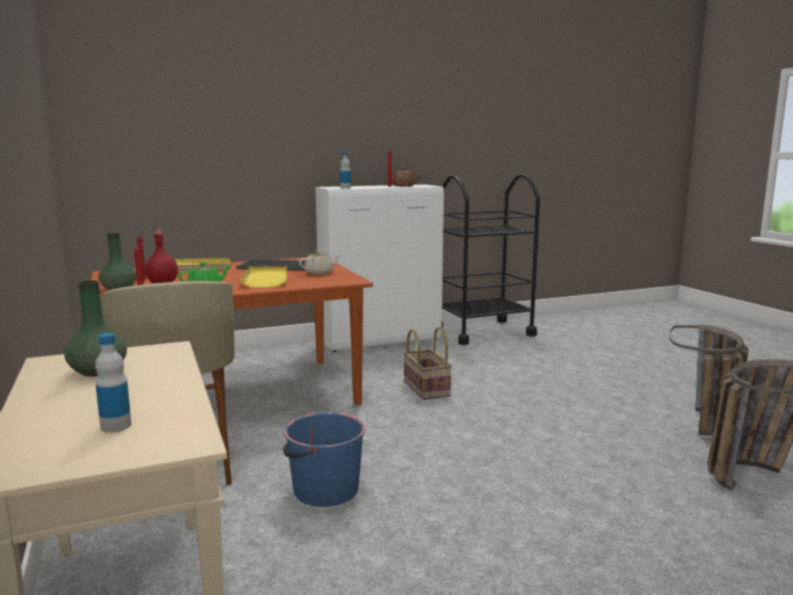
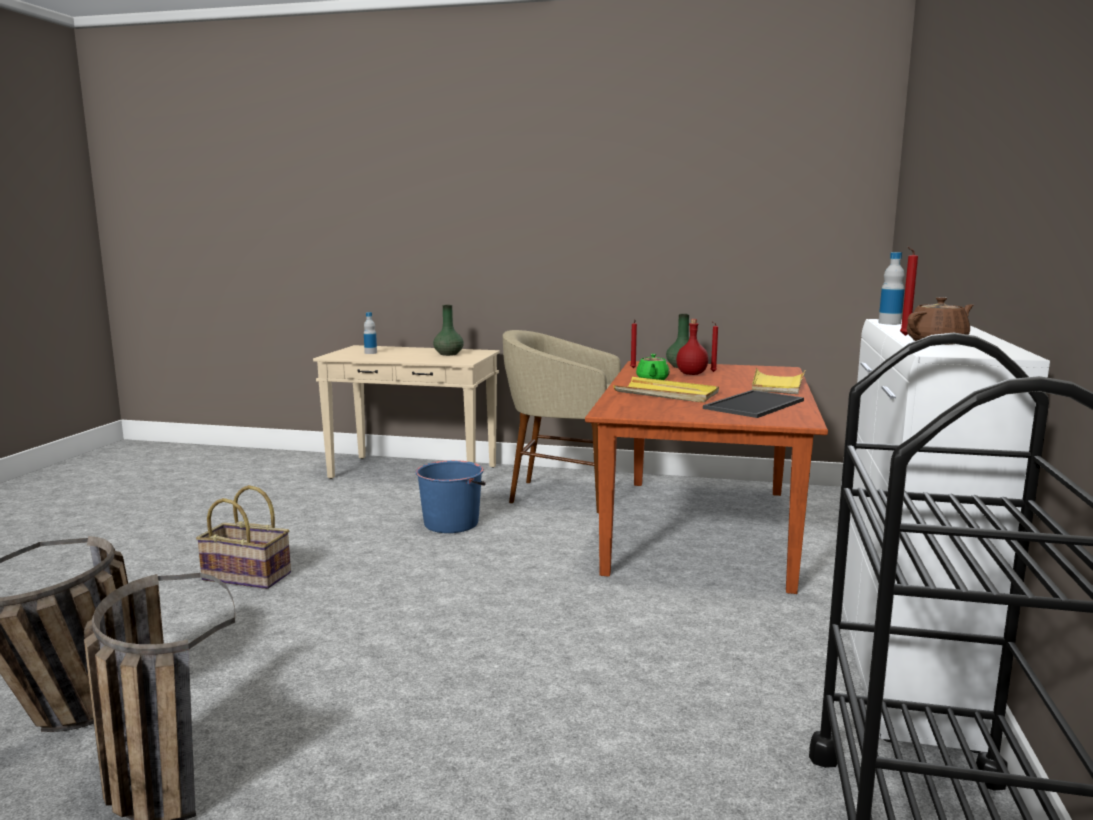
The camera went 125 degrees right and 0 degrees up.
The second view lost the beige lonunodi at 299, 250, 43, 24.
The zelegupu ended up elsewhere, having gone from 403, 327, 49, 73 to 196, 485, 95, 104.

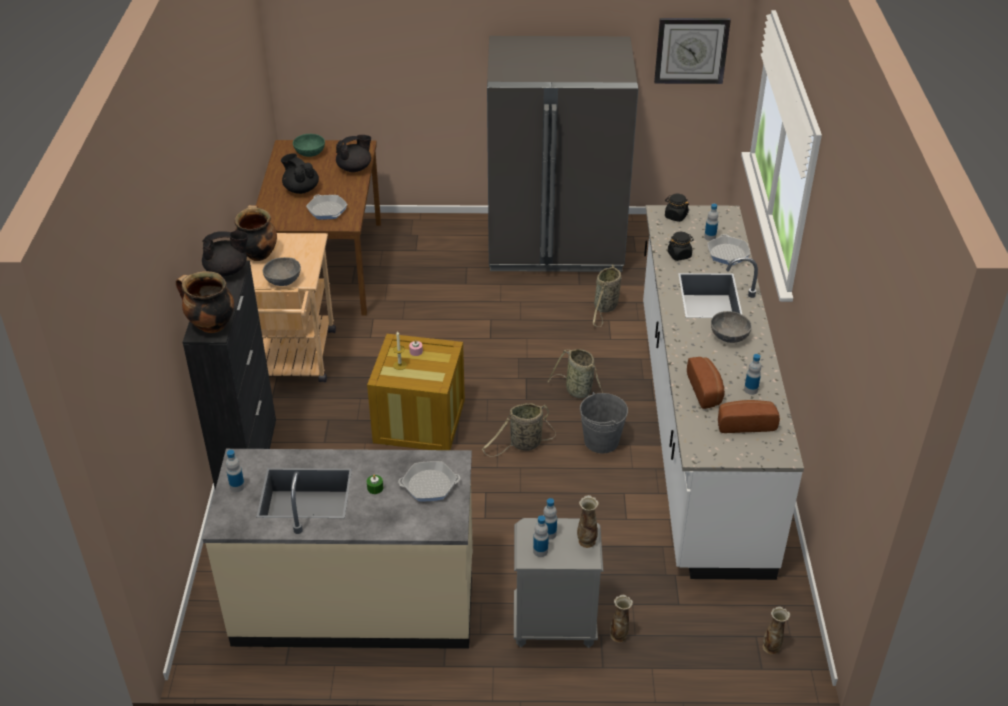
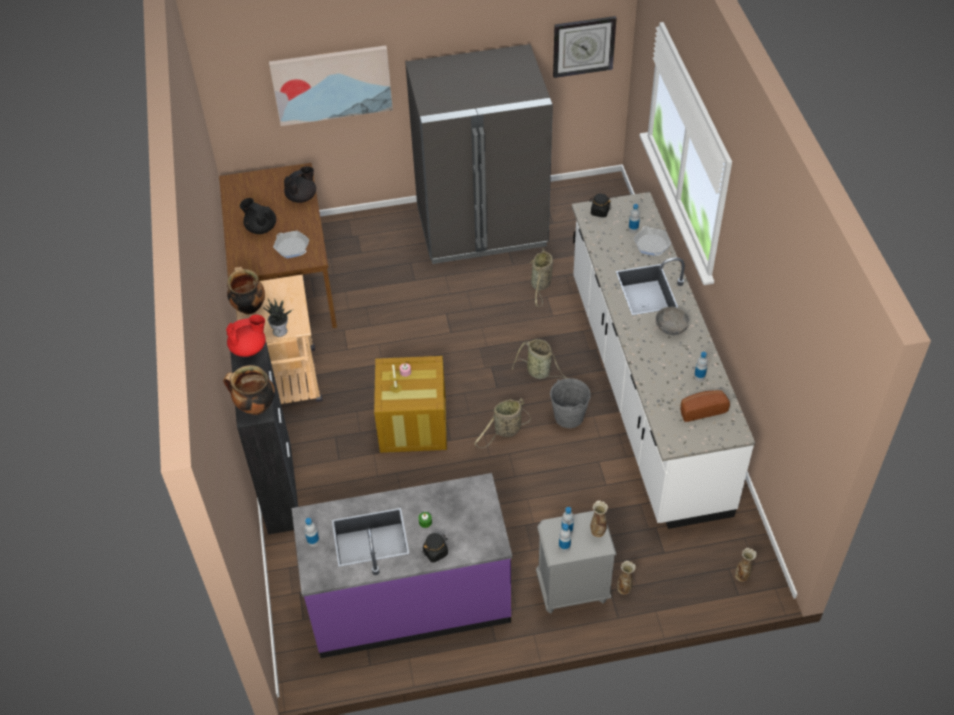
The camera went 10 degrees left and 10 degrees up.
What was the black lonunodi at 202, 231, 46, 45 turned into the red lonunodi at 226, 315, 40, 42.
What was the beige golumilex at 203, 449, 270, 200 turned into the purple golumilex at 292, 473, 220, 185.
Where the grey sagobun stood at 263, 257, 38, 29, the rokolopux came to stand at 263, 299, 31, 38.
The second view lost the green sagobun at 293, 134, 32, 23.
The second view lost the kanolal at 398, 461, 62, 40.
The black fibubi ended up elsewhere, having gone from 668, 232, 26, 29 to 423, 533, 25, 30.
The second view lost the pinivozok at 687, 357, 38, 52.
The second view gained the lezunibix at 269, 45, 124, 81.

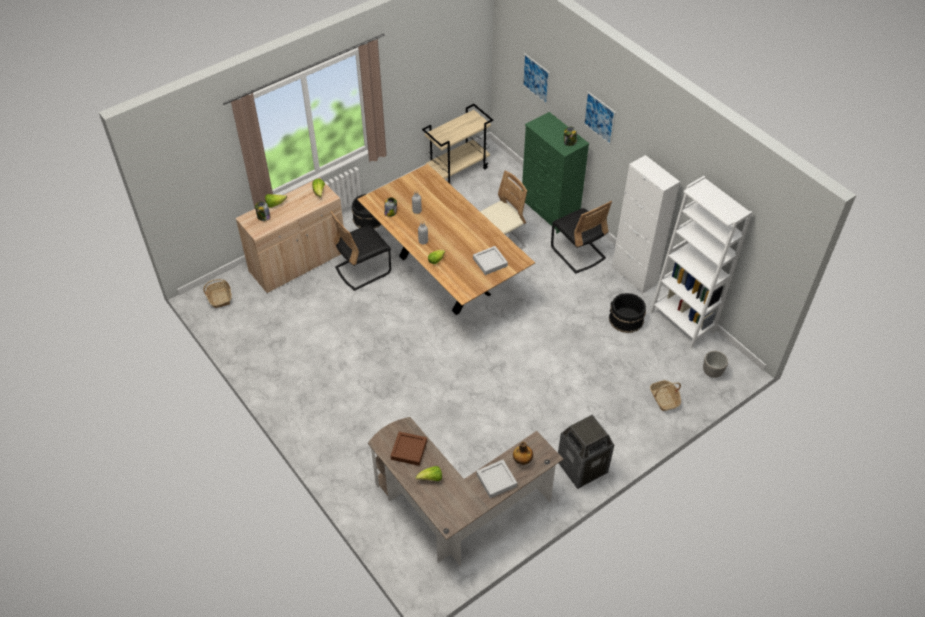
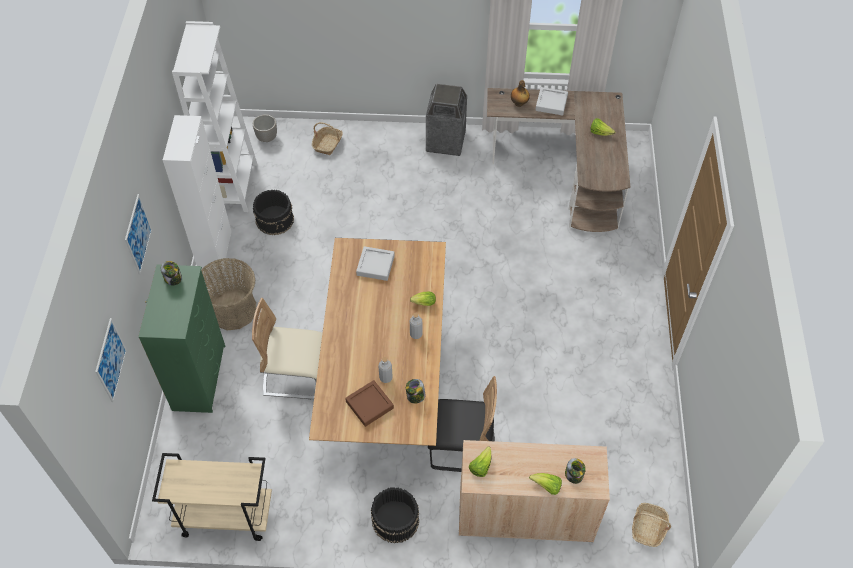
The camera went 140 degrees left and 5 degrees up.
The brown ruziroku ended up elsewhere, having gone from 391, 432, 36, 34 to 345, 380, 49, 47.
Where the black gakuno stood at 551, 201, 61, 72, the zelegupu came to stand at 201, 258, 55, 72.

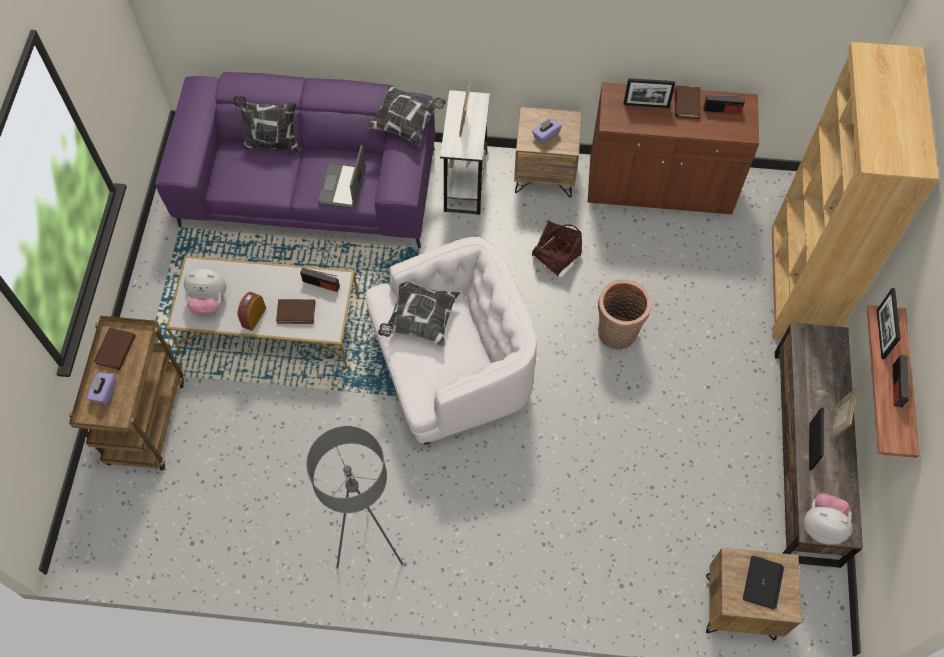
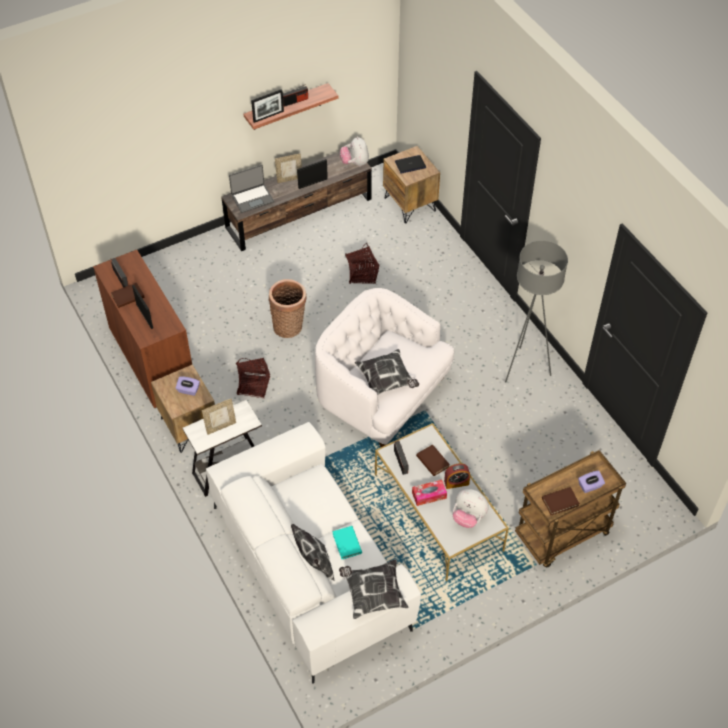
The camera went 125 degrees left and 10 degrees down.
What was the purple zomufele at 155, 72, 280, 176 turned into the white zomufele at 206, 422, 215, 262.
The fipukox at 184, 269, 42, 46 ended up facing another way, 150 degrees clockwise from before.
The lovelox ended up elsewhere, having gone from 317, 145, 49, 64 to 229, 165, 45, 48.
The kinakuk ended up elsewhere, having gone from 365, 84, 81, 62 to 339, 559, 70, 60.
The second view lost the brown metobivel at 772, 42, 167, 297.
The second view gained the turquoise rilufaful at 332, 526, 30, 33.
The second view gained the zelegupu at 345, 243, 34, 41.
The second view gained the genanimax at 412, 480, 35, 26.

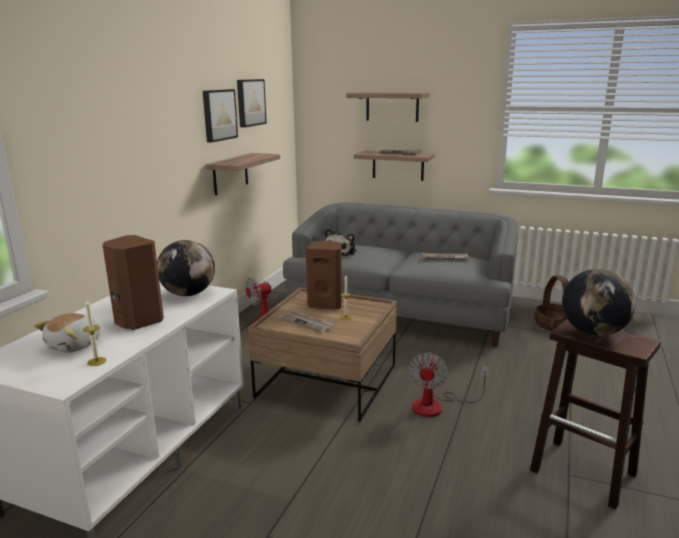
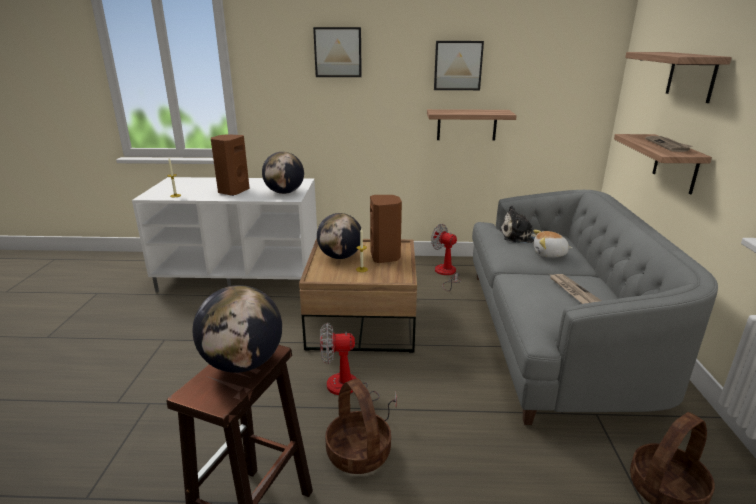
The camera went 70 degrees right and 5 degrees up.
The fipukox ended up elsewhere, having gone from 34, 313, 66, 40 to 533, 230, 39, 27.
The lezunibix ended up elsewhere, having gone from 237, 79, 30, 48 to 313, 27, 49, 50.
Where the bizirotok stood at 279, 311, 57, 22, the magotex came to stand at 317, 213, 44, 46.
The second view gained the zelegupu at 325, 378, 66, 96.

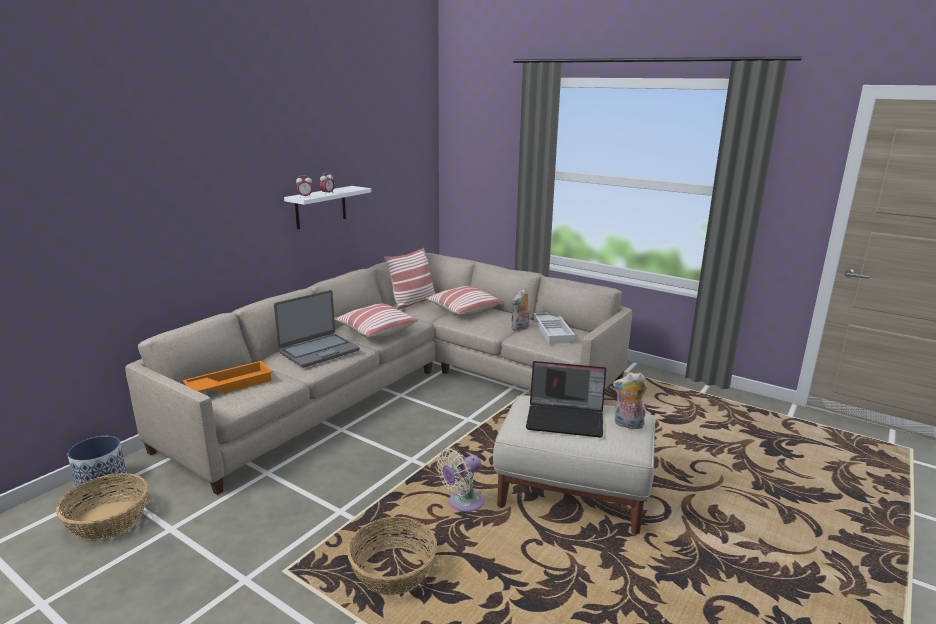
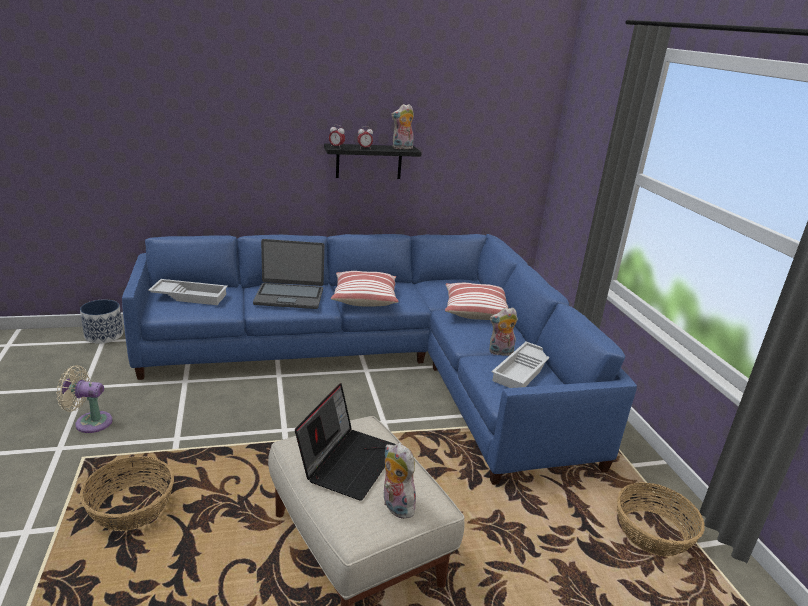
The camera went 40 degrees right and 5 degrees up.
The zelegupu ended up elsewhere, having gone from 56, 473, 92, 68 to 617, 483, 88, 74.
What was the beige zomufele at 125, 253, 507, 242 turned into the blue zomufele at 122, 234, 515, 251.
What was the orange ruziroku at 183, 361, 90, 33 turned into the white ruziroku at 148, 279, 80, 26.
What was the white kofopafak at 284, 186, 87, 43 turned into the black kofopafak at 324, 143, 98, 36.
The second view lost the kinakuk at 384, 248, 52, 62.
The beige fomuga ended up elsewhere, having gone from 437, 448, 47, 64 to 56, 365, 57, 68.
The lovelox at 526, 361, 80, 76 ended up facing another way, 120 degrees counterclockwise from before.
The second view gained the fipukox at 391, 104, 23, 45.

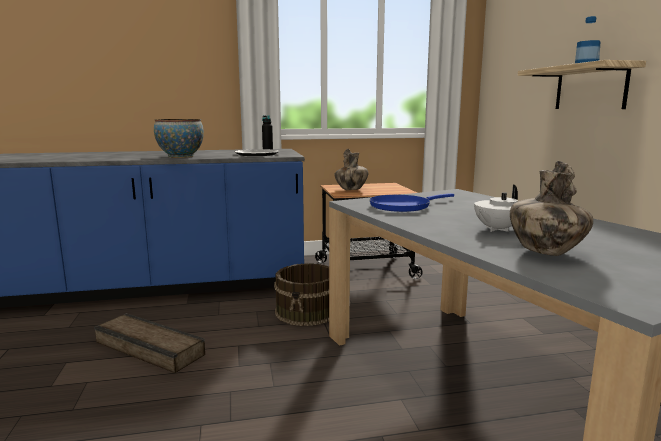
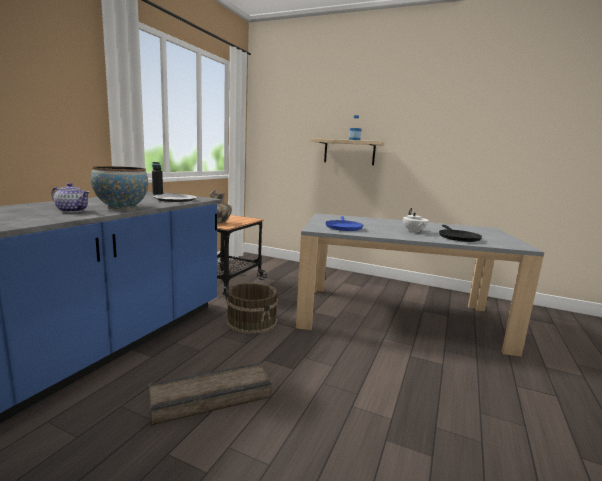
The camera went 55 degrees left and 0 degrees up.
Where the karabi stood at 510, 161, 83, 95, the black kanolal came to stand at 439, 225, 43, 17.
The second view gained the lonunodi at 51, 183, 39, 29.

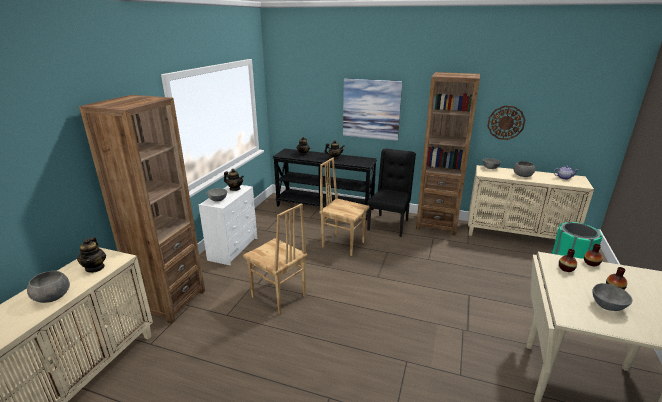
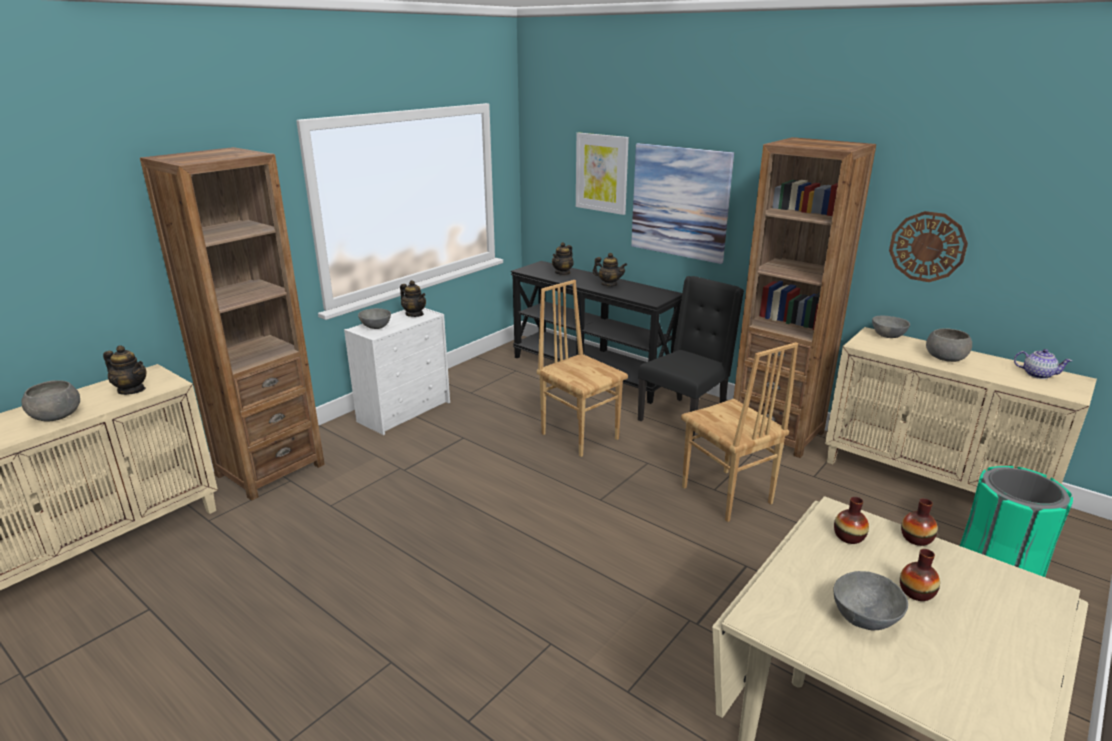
The camera went 20 degrees right and 0 degrees up.
The lonunodi at 77, 237, 29, 36 ended up facing another way, 75 degrees counterclockwise from before.
The brown gakuno ended up elsewhere, having gone from 243, 203, 64, 112 to 681, 342, 117, 180.
The second view gained the lezunibix at 576, 133, 53, 82.

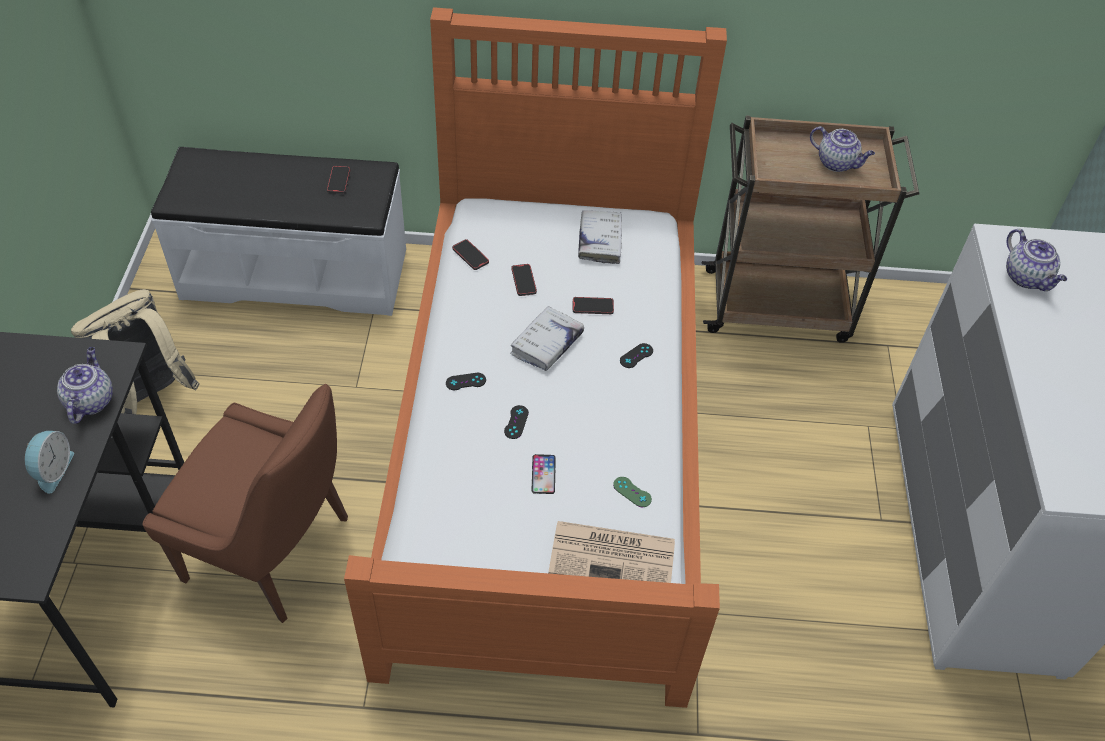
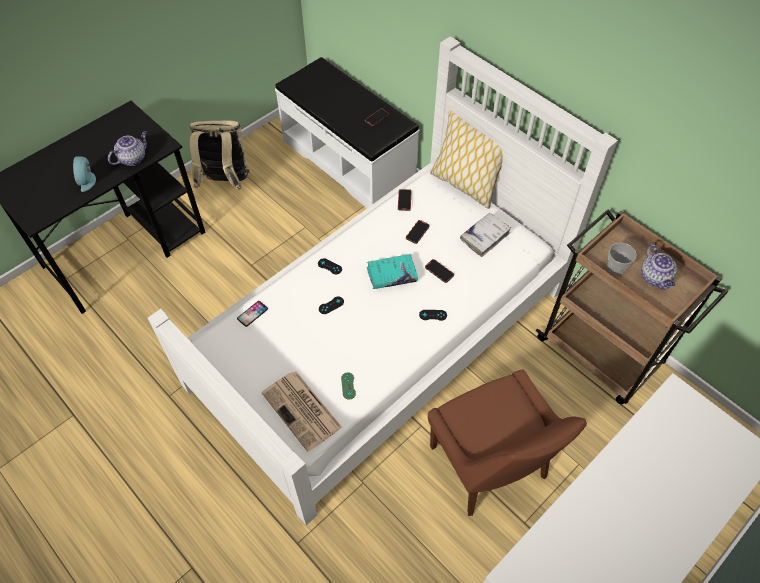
The camera went 45 degrees right and 5 degrees up.
The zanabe at 25, 431, 49, 63 ended up facing another way, 120 degrees clockwise from before.
The brown gakuno ended up elsewhere, having gone from 142, 384, 206, 239 to 428, 370, 159, 146.
What was the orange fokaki at 344, 7, 383, 701 turned into the white fokaki at 148, 36, 470, 489.
What was the white rilufaful at 510, 306, 74, 65 turned into the turquoise rilufaful at 367, 254, 51, 35.
The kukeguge ended up elsewhere, having gone from 532, 454, 24, 40 to 237, 301, 31, 26.
The second view lost the lonunodi at 1006, 229, 61, 62.
The second view gained the kinakuk at 430, 110, 73, 99.
The second view gained the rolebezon at 607, 243, 30, 32.

